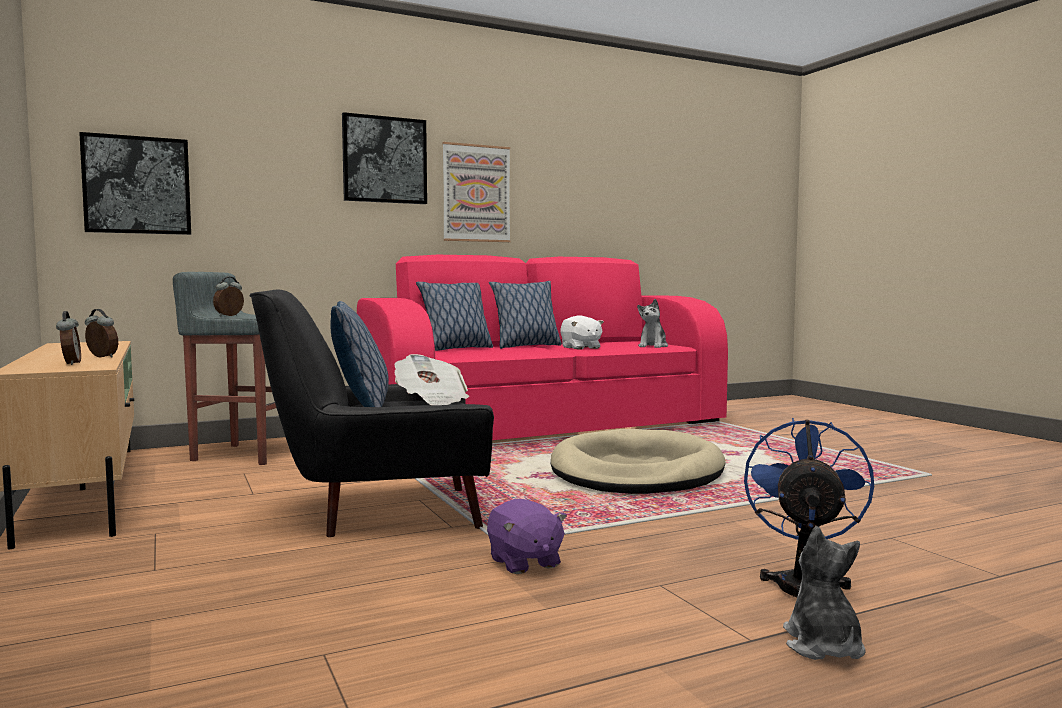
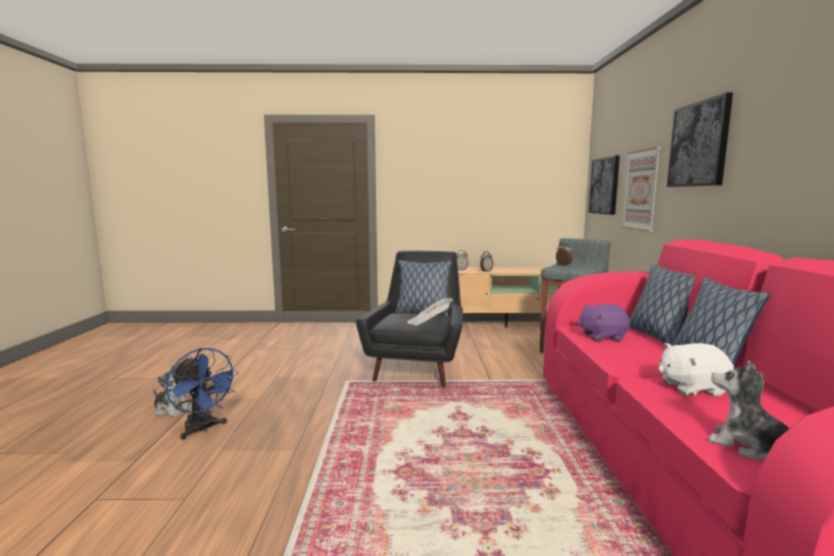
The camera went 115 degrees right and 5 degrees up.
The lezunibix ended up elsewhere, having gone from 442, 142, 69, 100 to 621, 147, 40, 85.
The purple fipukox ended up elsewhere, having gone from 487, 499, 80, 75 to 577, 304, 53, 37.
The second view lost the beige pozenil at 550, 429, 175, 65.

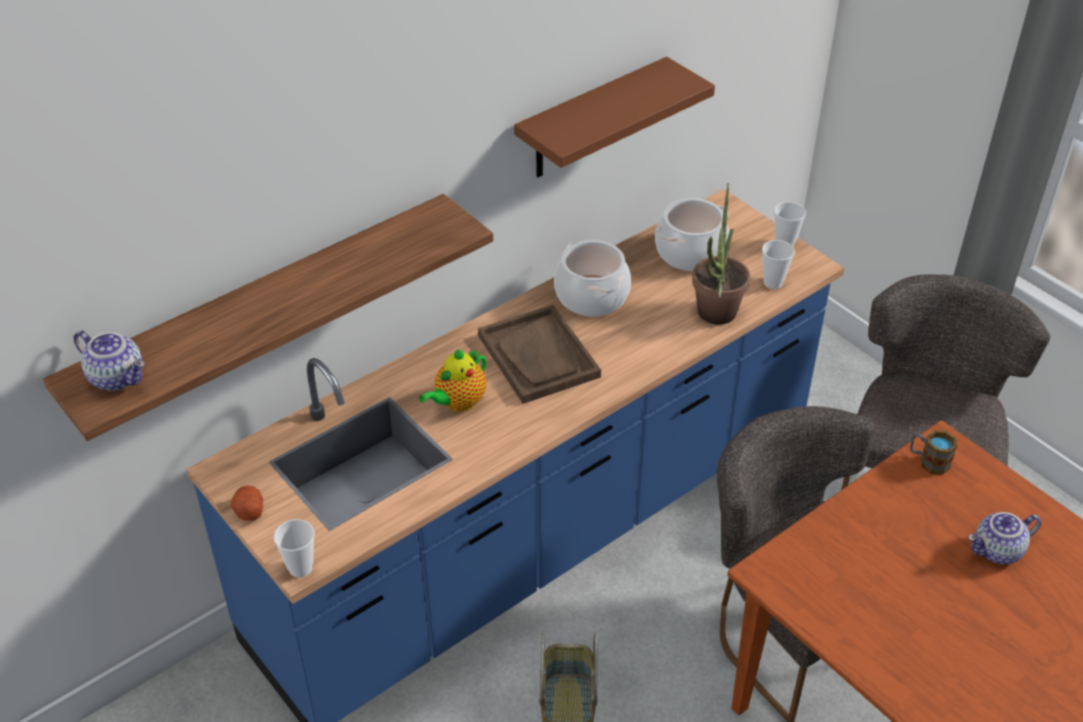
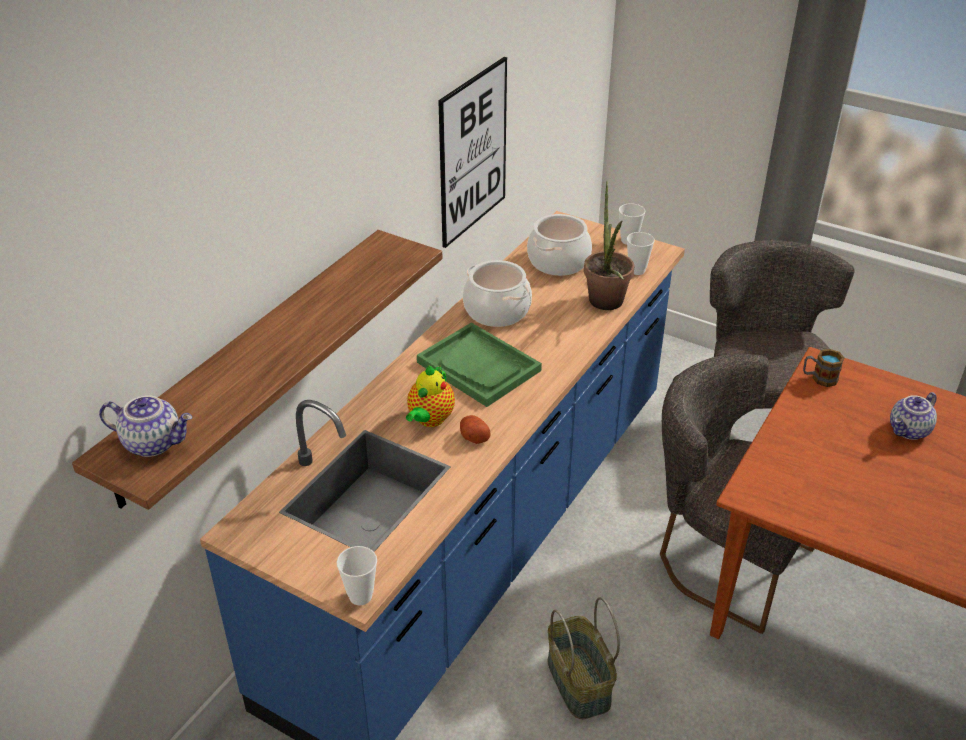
The camera went 20 degrees left and 5 degrees down.
The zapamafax ended up elsewhere, having gone from 231, 486, 32, 35 to 460, 415, 30, 29.
What was the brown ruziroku at 478, 305, 123, 99 turned into the green ruziroku at 417, 323, 125, 84.
Where the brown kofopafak hung at 514, 57, 201, 120, the lezunibix came to hang at 438, 57, 69, 191.

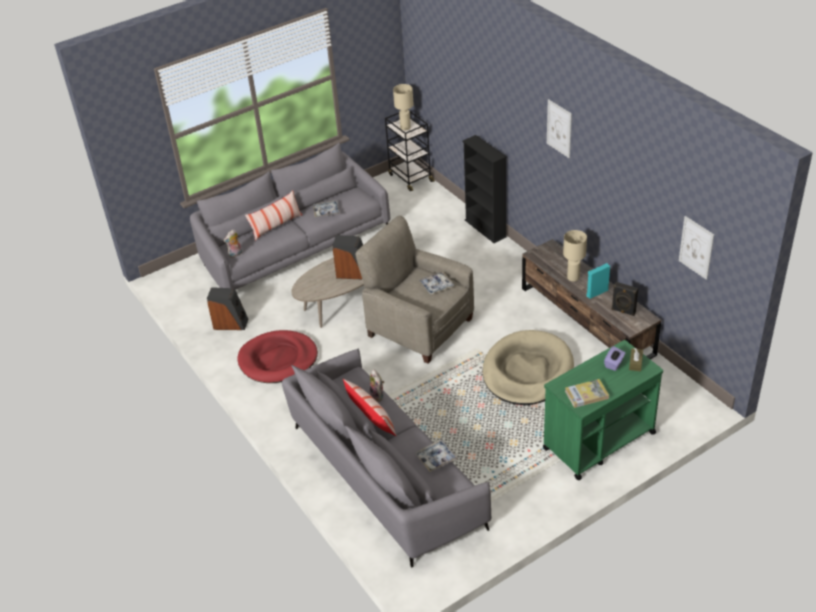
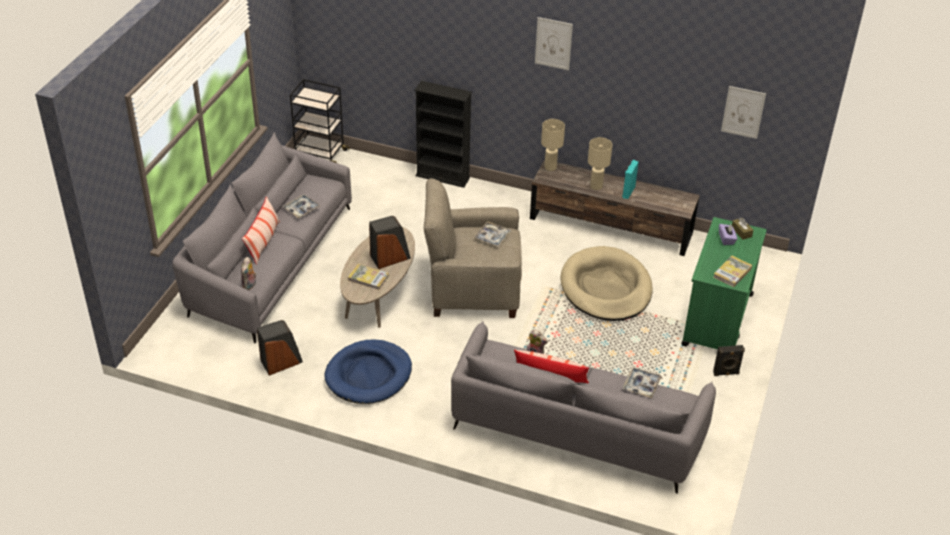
The camera went 40 degrees left and 0 degrees up.
What was the red pozenil at 237, 330, 81, 53 turned into the blue pozenil at 324, 339, 88, 65.
The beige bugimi ended up elsewhere, having gone from 393, 84, 21, 46 to 541, 119, 24, 52.
The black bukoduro ended up elsewhere, having gone from 612, 282, 26, 34 to 713, 345, 32, 31.
The second view gained the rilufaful at 348, 264, 41, 26.

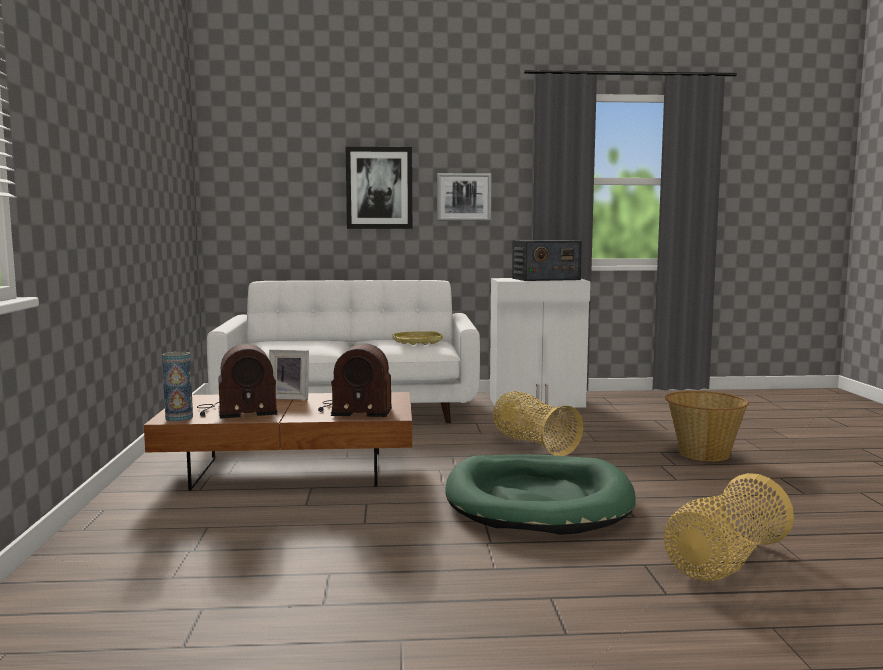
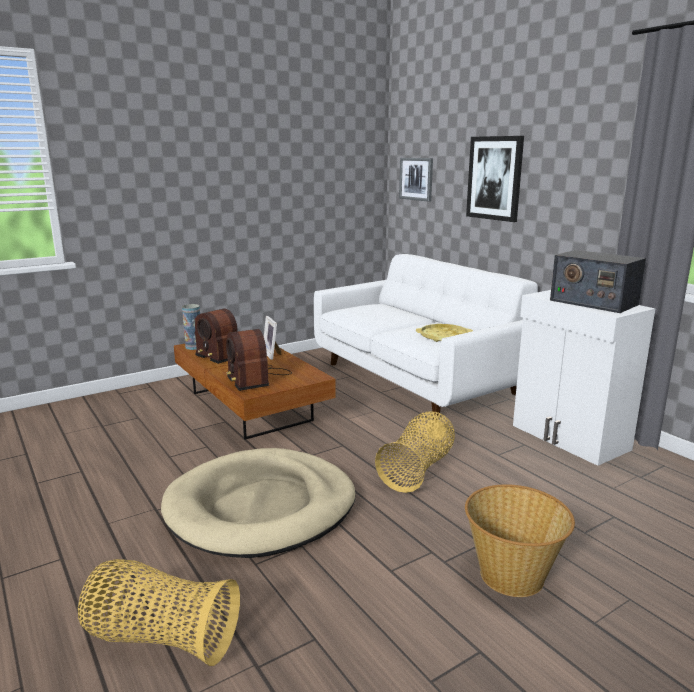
The camera went 60 degrees right and 10 degrees up.
The lezunibix ended up elsewhere, having gone from 437, 173, 54, 48 to 399, 158, 34, 44.
What was the green pozenil at 445, 454, 191, 81 turned into the beige pozenil at 161, 448, 194, 110.

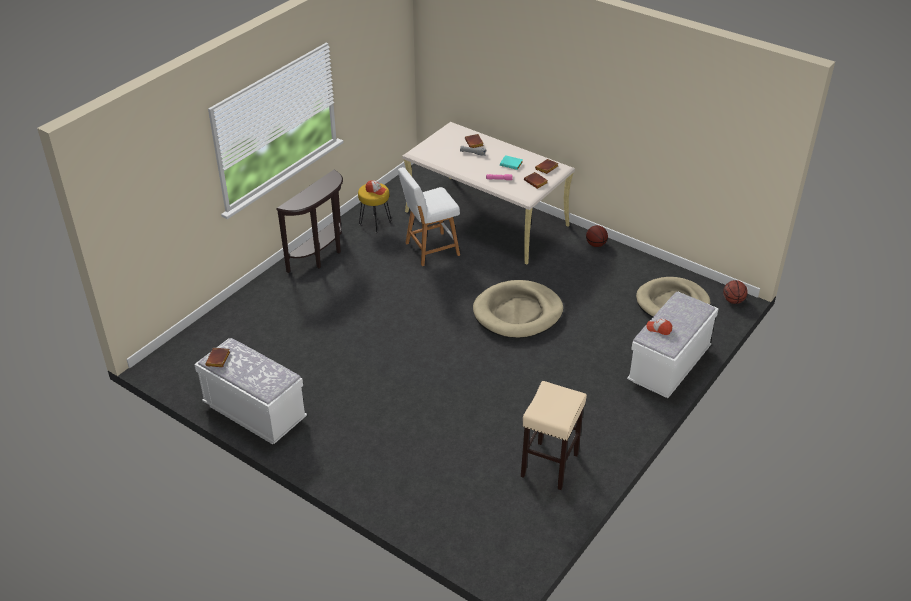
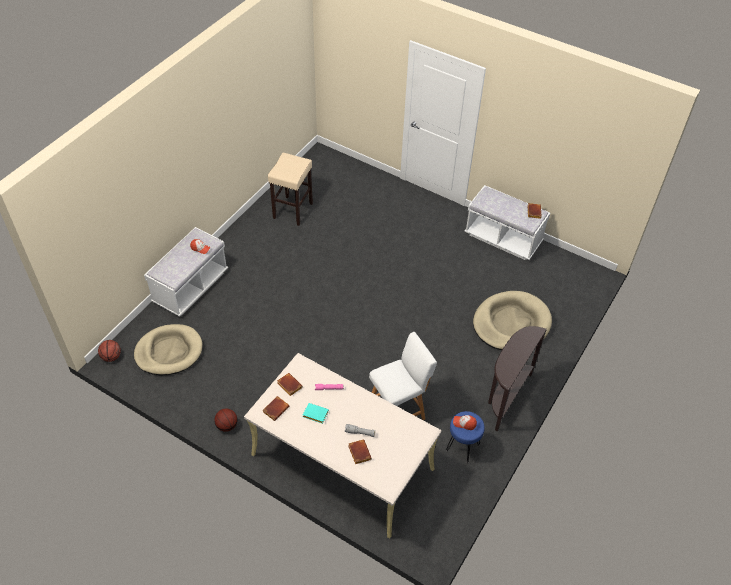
The camera went 175 degrees right and 10 degrees up.
What was the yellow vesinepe at 358, 183, 34, 50 turned into the blue vesinepe at 446, 411, 39, 52.
The beige pozenil ended up elsewhere, having gone from 473, 280, 90, 59 to 473, 291, 79, 59.

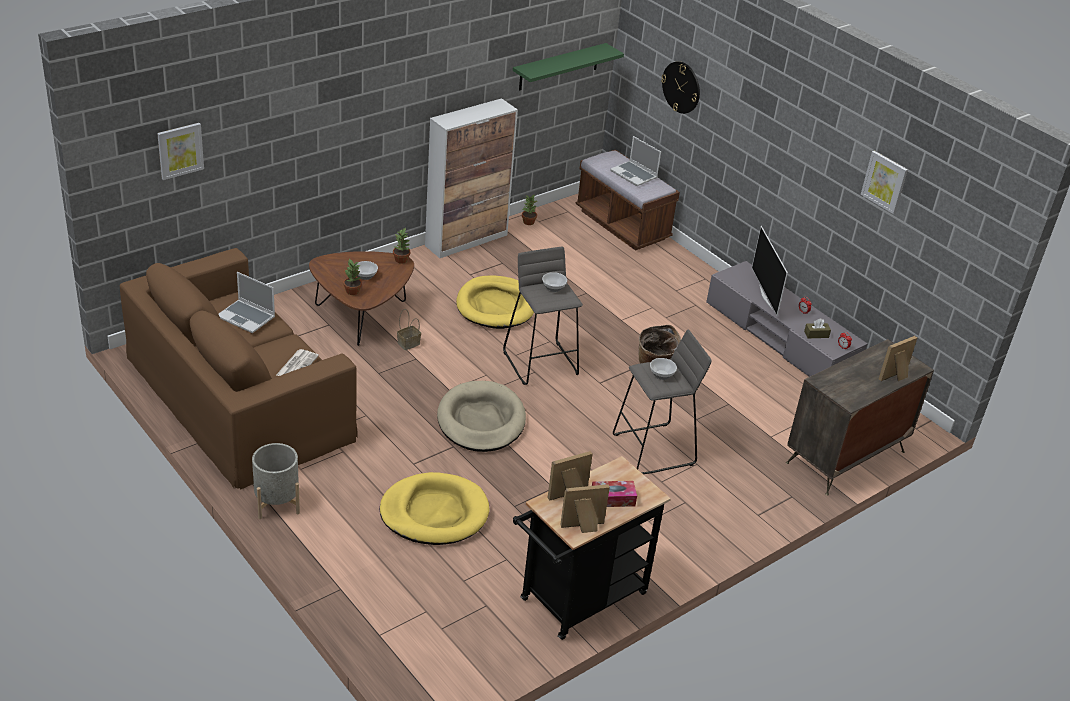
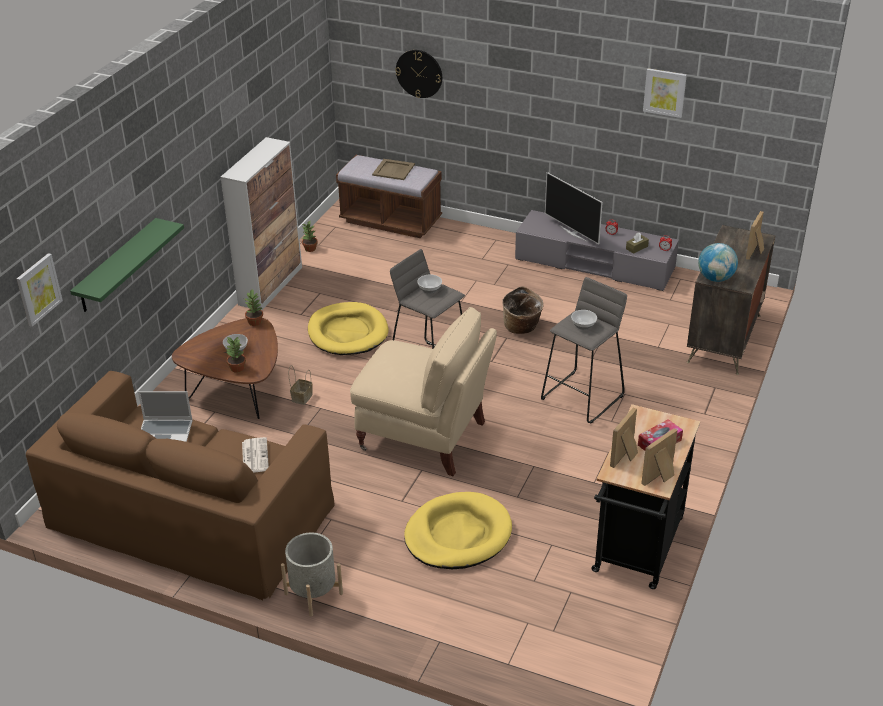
The camera went 25 degrees left and 0 degrees up.
Where the beige pozenil stood at 437, 381, 89, 71, the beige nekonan came to stand at 350, 307, 147, 169.
The green kofopafak ended up elsewhere, having gone from 513, 43, 111, 48 to 70, 218, 114, 94.
Where the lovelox stood at 610, 136, 51, 50, the beige ruziroku came to stand at 372, 159, 43, 21.
The second view gained the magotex at 698, 243, 40, 39.

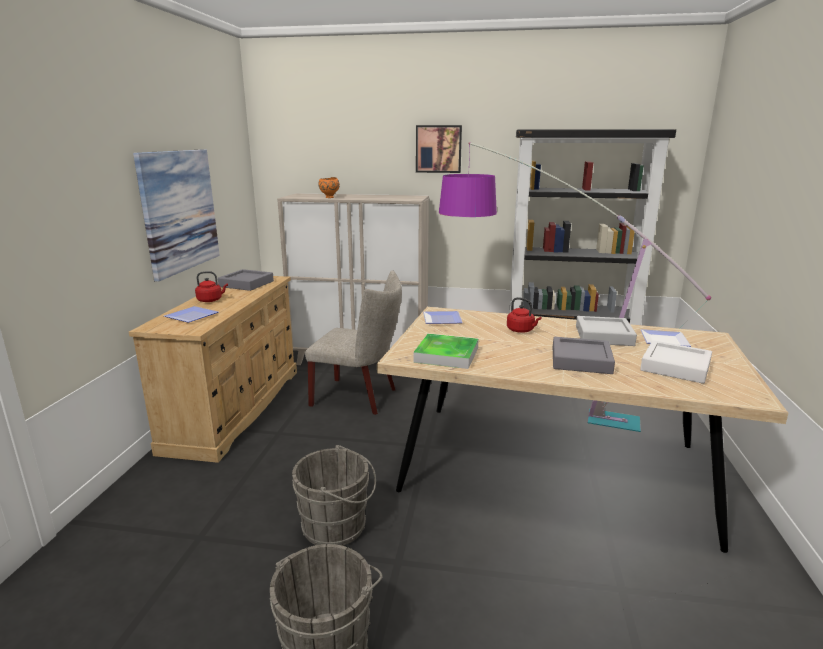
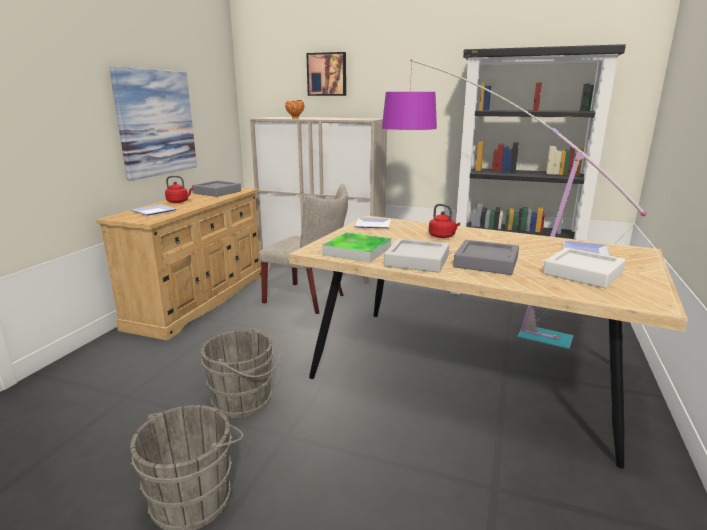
The camera went 10 degrees right and 0 degrees up.
The lezunibix ended up elsewhere, having gone from 416, 125, 46, 48 to 306, 52, 40, 44.
The grey ruziroku ended up elsewhere, having gone from 576, 316, 61, 30 to 384, 239, 65, 34.

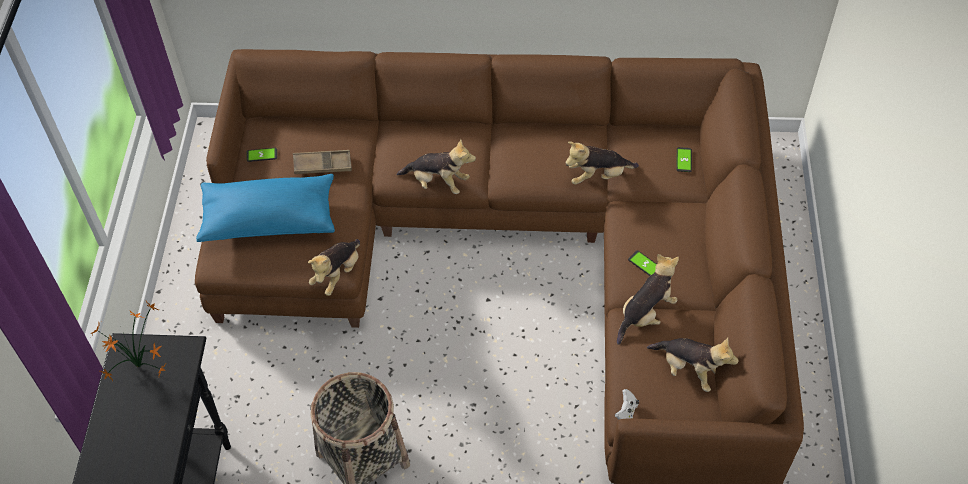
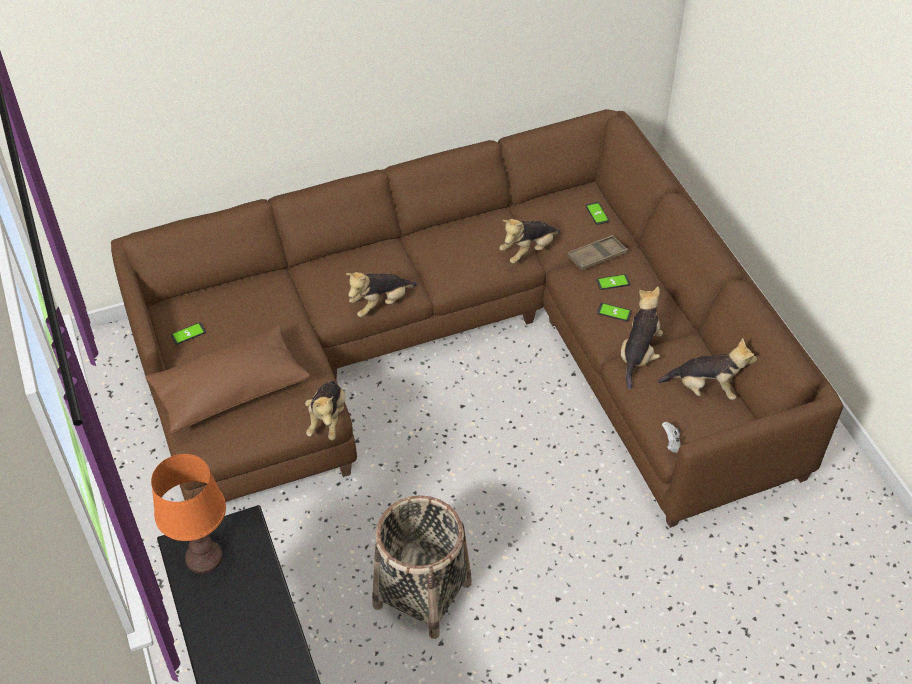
The camera went 25 degrees left and 5 degrees down.
Where the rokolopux stood at 91, 301, 76, 80, the orange bugimi came to stand at 151, 454, 75, 120.
What was the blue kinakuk at 196, 174, 139, 68 turned into the brown kinakuk at 146, 325, 164, 109.
The brown ruziroku ended up elsewhere, having gone from 293, 150, 59, 24 to 567, 235, 61, 35.
The fipukox at 397, 139, 79, 55 ended up facing another way, 150 degrees clockwise from before.
The second view gained the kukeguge at 596, 274, 34, 16.

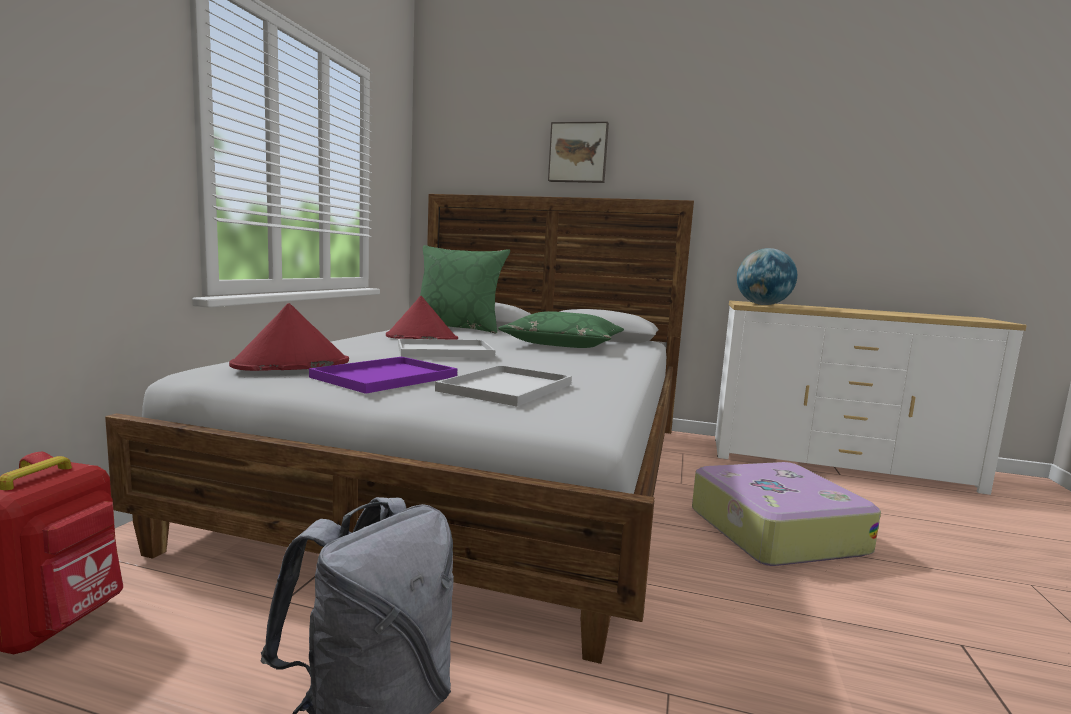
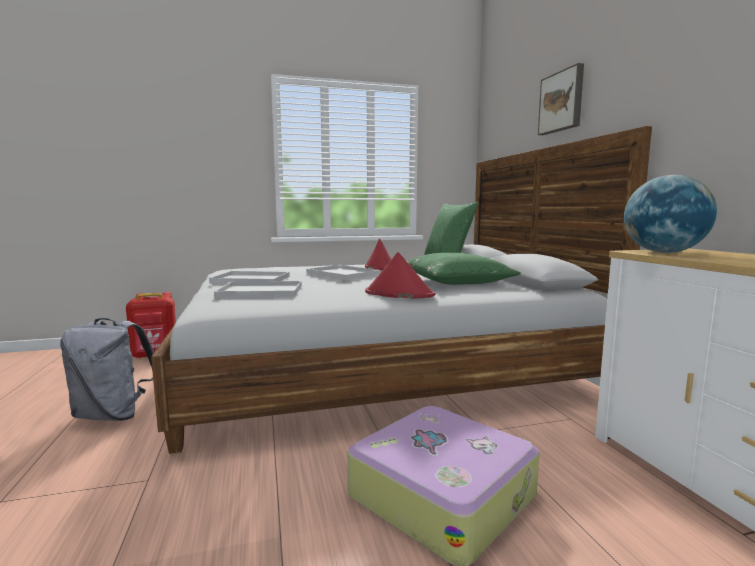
The camera went 60 degrees right and 0 degrees up.
The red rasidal ended up elsewhere, having gone from 229, 303, 120, 68 to 365, 252, 70, 46.
What was the purple ruziroku at 309, 357, 148, 37 turned into the white ruziroku at 209, 271, 81, 12.

